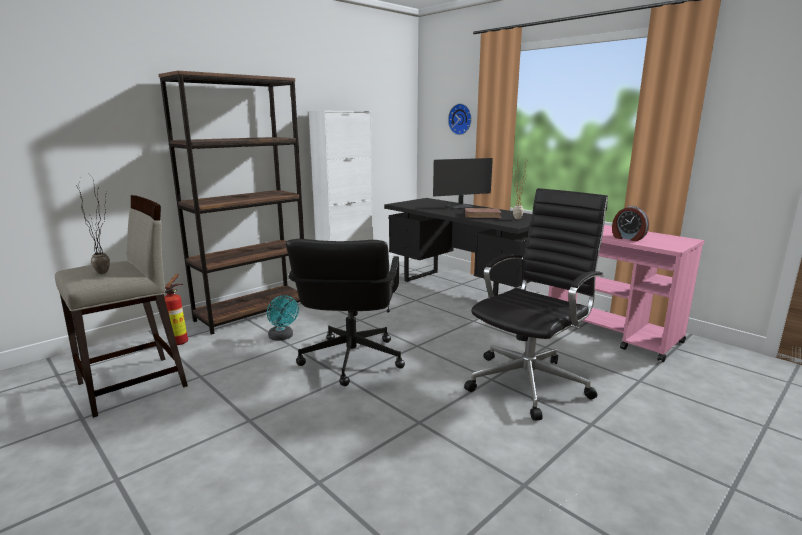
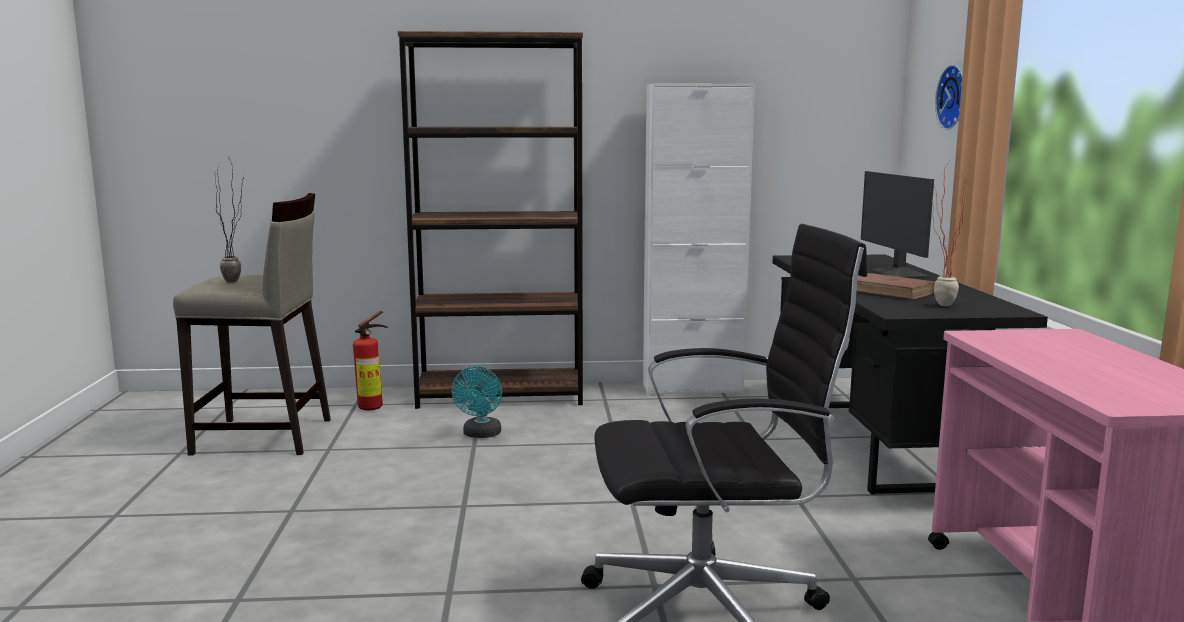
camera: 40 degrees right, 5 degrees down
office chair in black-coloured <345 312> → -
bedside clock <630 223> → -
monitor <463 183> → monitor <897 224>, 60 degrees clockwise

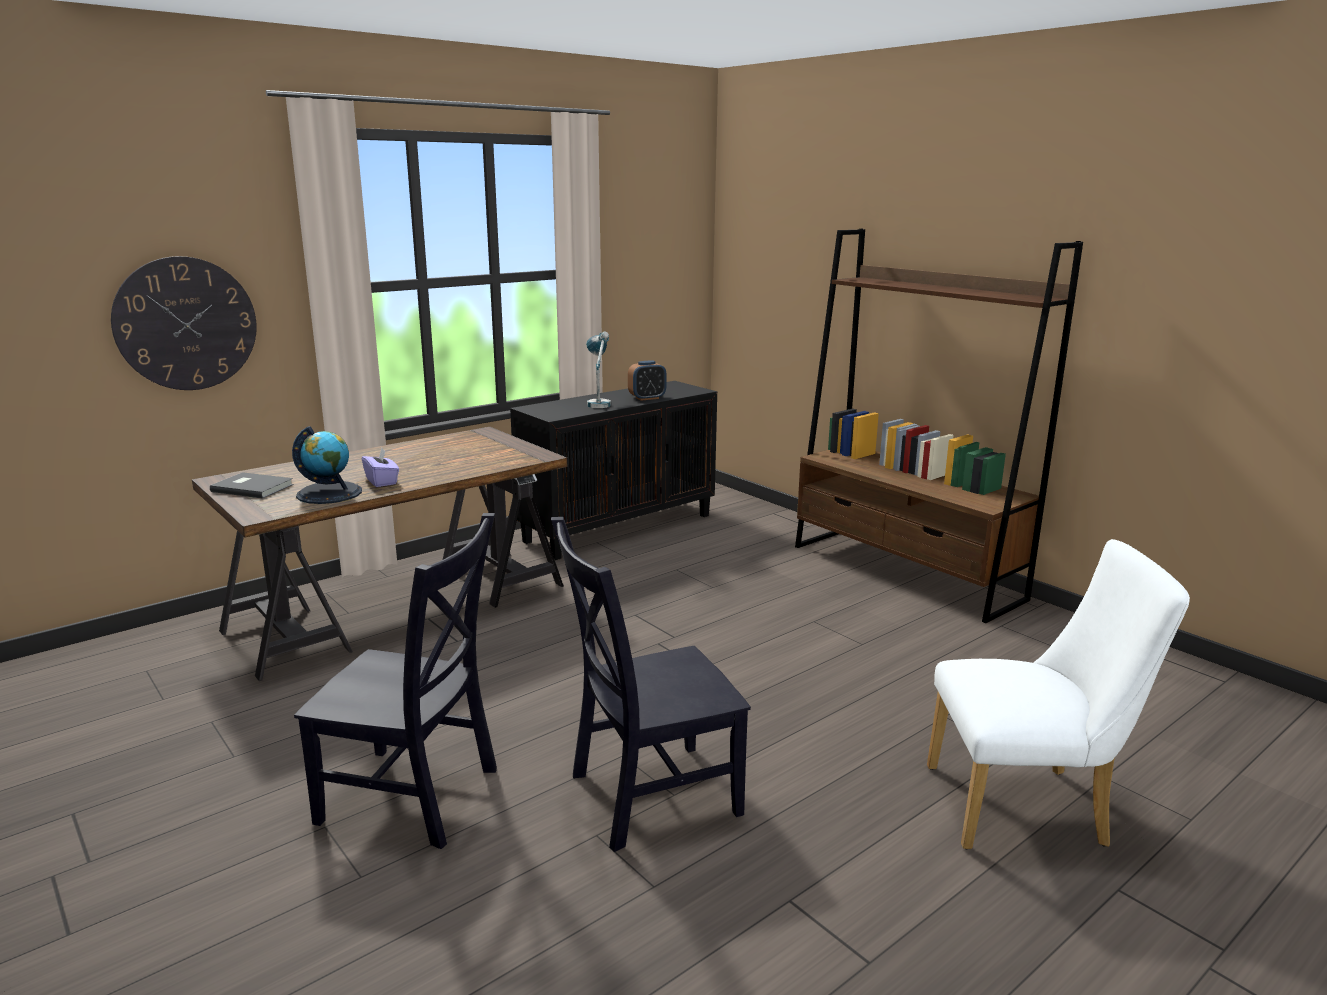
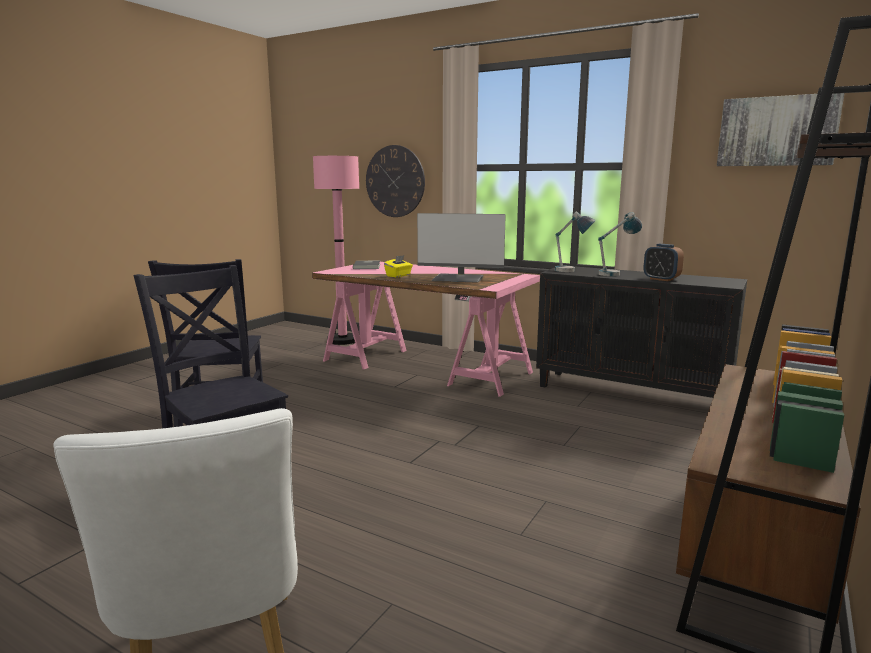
camera: 70 degrees right, 5 degrees down
globe <327 465> → -
- → standing lamp in pink-coloured <336 250>
- → monitor <461 248>
- → tabletop lamp <575 242>
- → picture <781 129>
desk in brown <379 554> → desk in pink-coloured <426 329>
tissue box in purple-coloured <380 467> → tissue box in yellow-coloured <398 266>

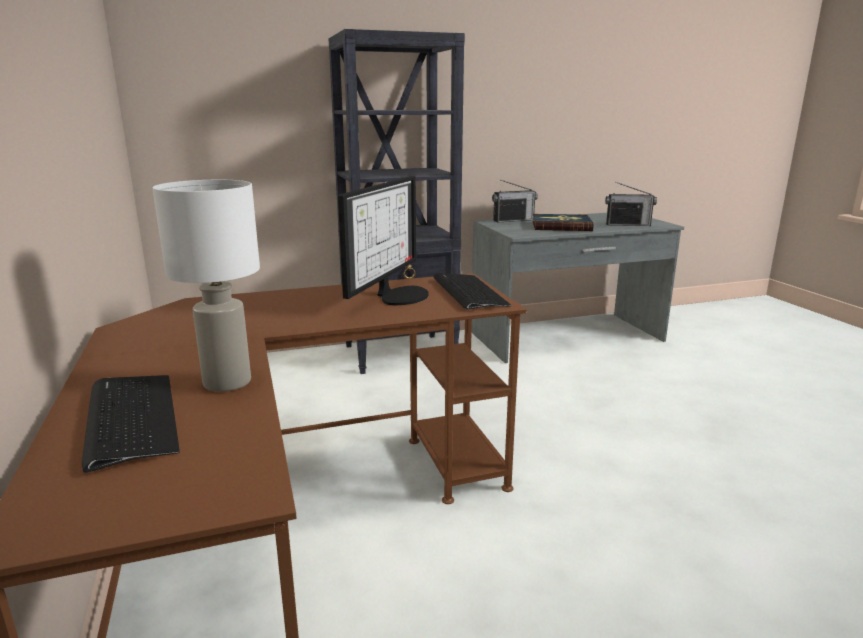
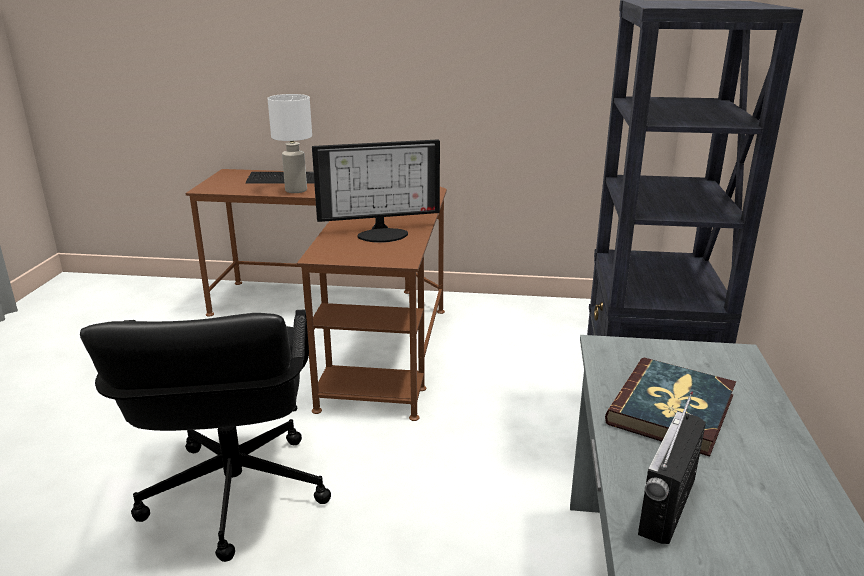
camera: 115 degrees right, 5 degrees up
keyboard <472 291> → -
radio set <515 201> → -
- → office chair in black-coloured <205 435>
monitor <383 240> → monitor <376 191>, 60 degrees counterclockwise

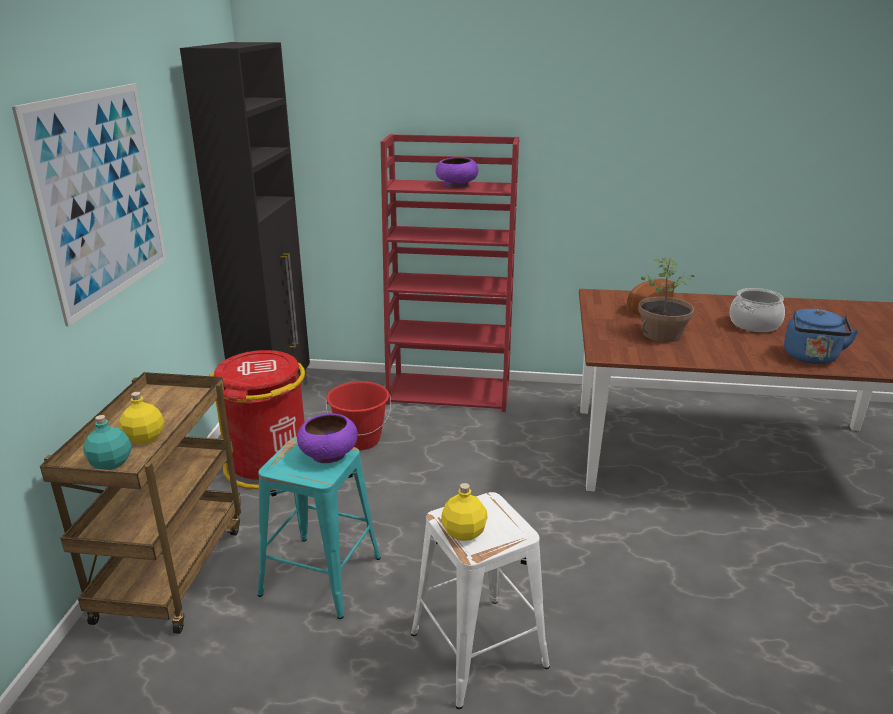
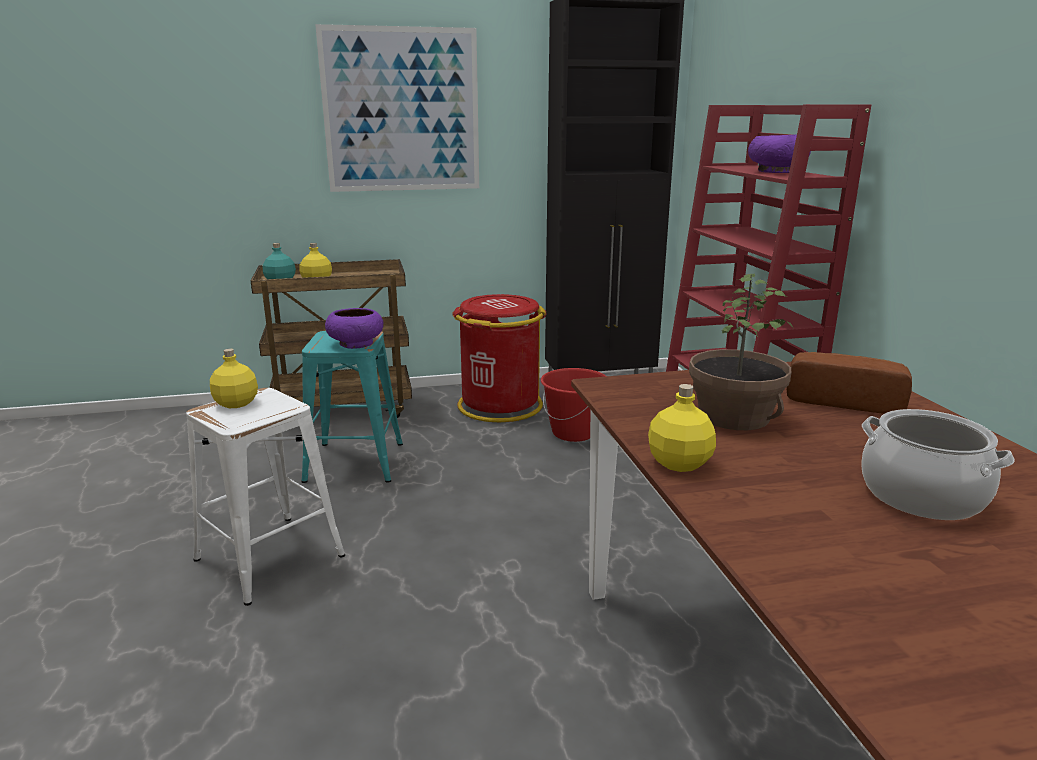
camera: 70 degrees right, 5 degrees down
tea kettle in blue-coloured <821 336> → -
- → bottle in yellow-coloured <682 428>

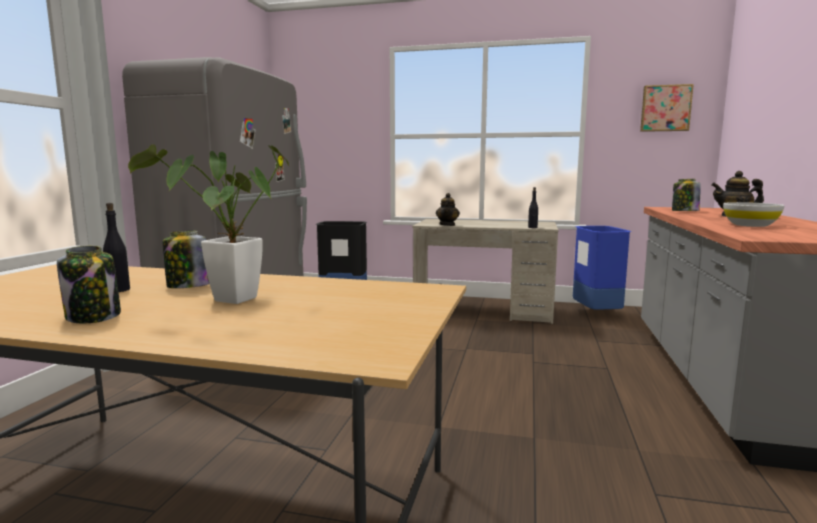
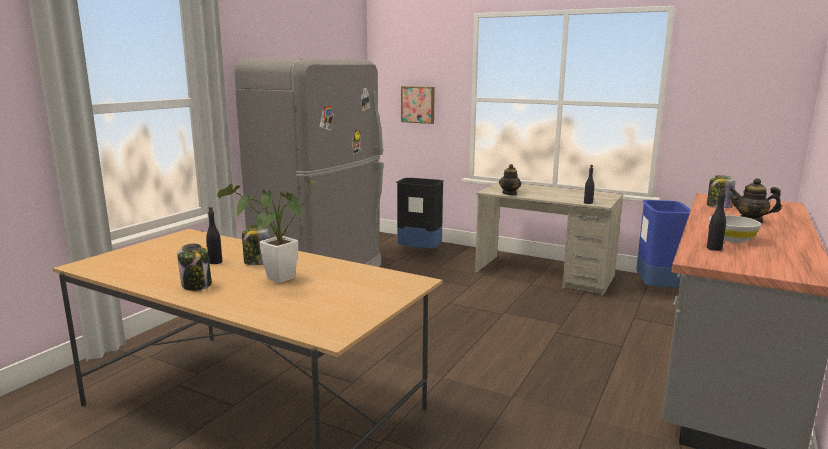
camera: 15 degrees right, 5 degrees up
- → bottle in black-coloured <716 219>
picture <667 108> → picture <418 105>, shifted

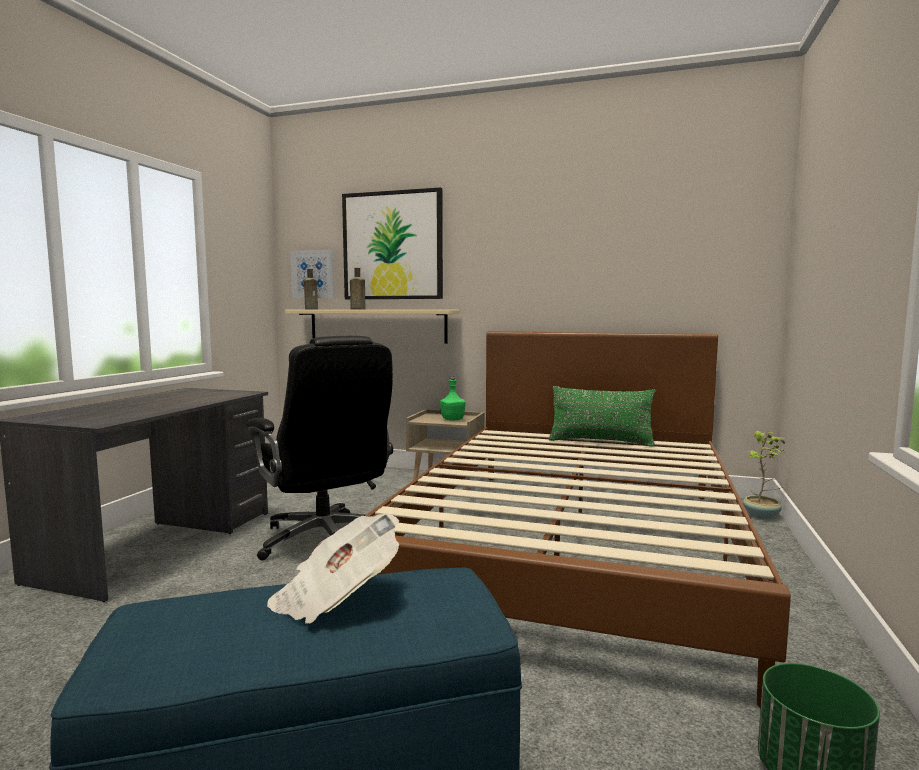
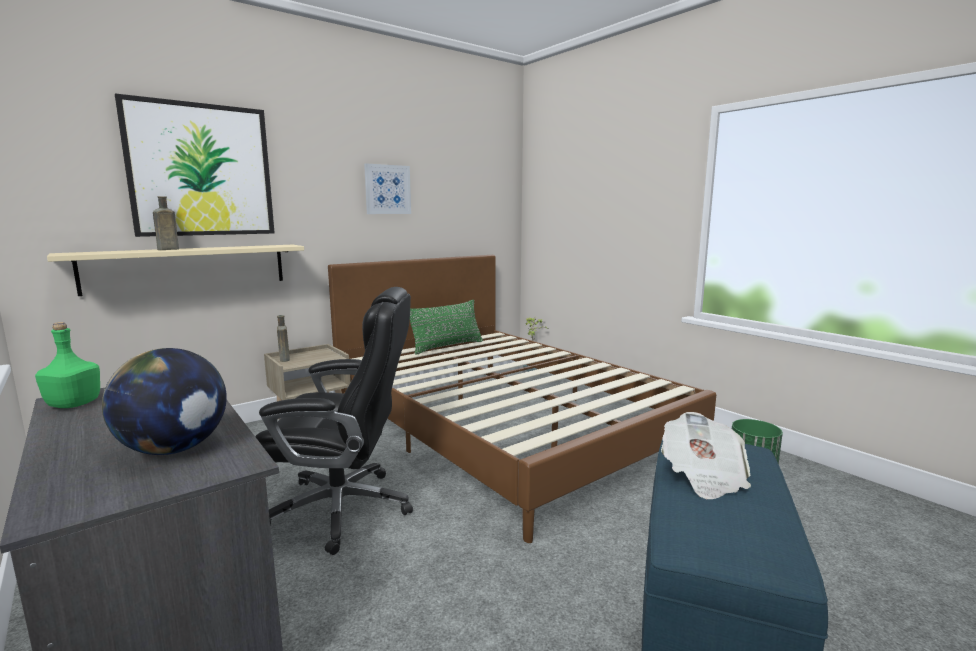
camera: 55 degrees left, 5 degrees up
- → globe <164 401>
picture <312 274> → picture <387 189>, shifted
bottle in brown <311 289> → bottle in brown <283 338>, shifted
bottle in green-coloured <452 398> → bottle in green-coloured <67 365>, shifted

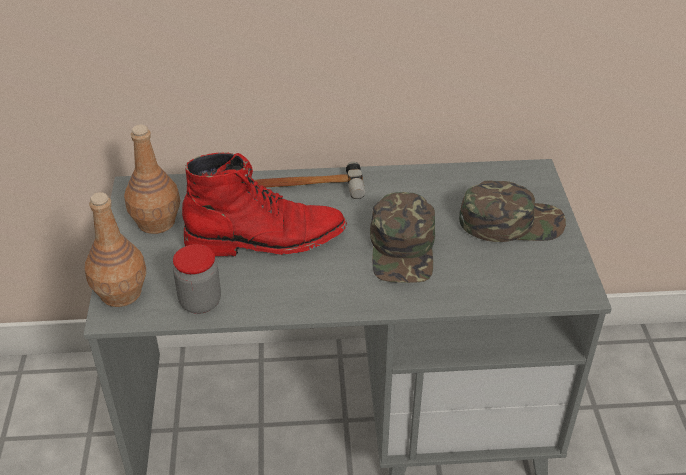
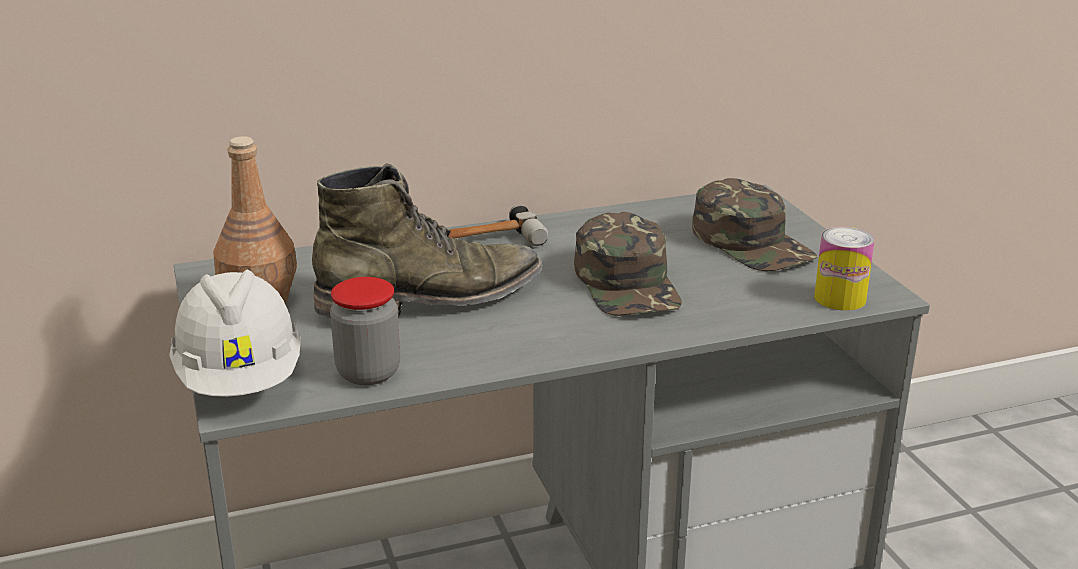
camera: 15 degrees left, 15 degrees down
- → metal can <844 269>
bottle in brown <115 249> → work helmet in white-coloured <235 333>
boot in red-coloured <264 204> → boot in green-coloured <427 240>
baseball cap in green-coloured <512 211> → baseball cap in green-coloured <754 224>, 75 degrees clockwise

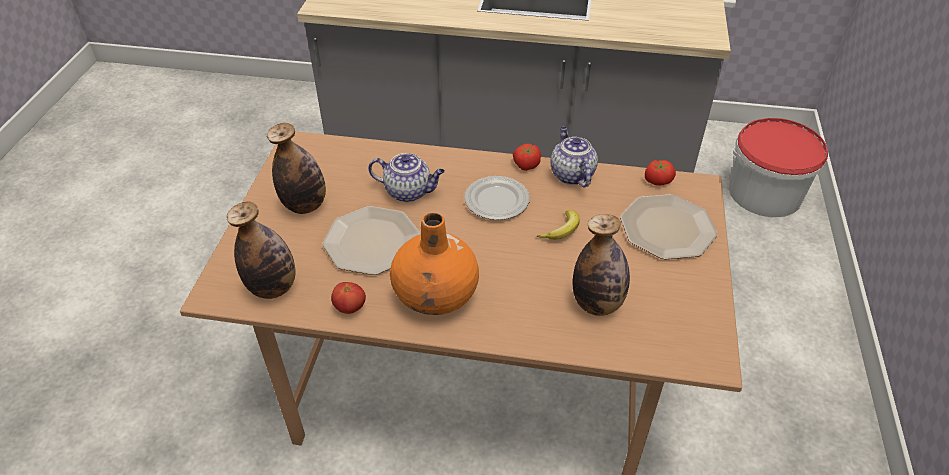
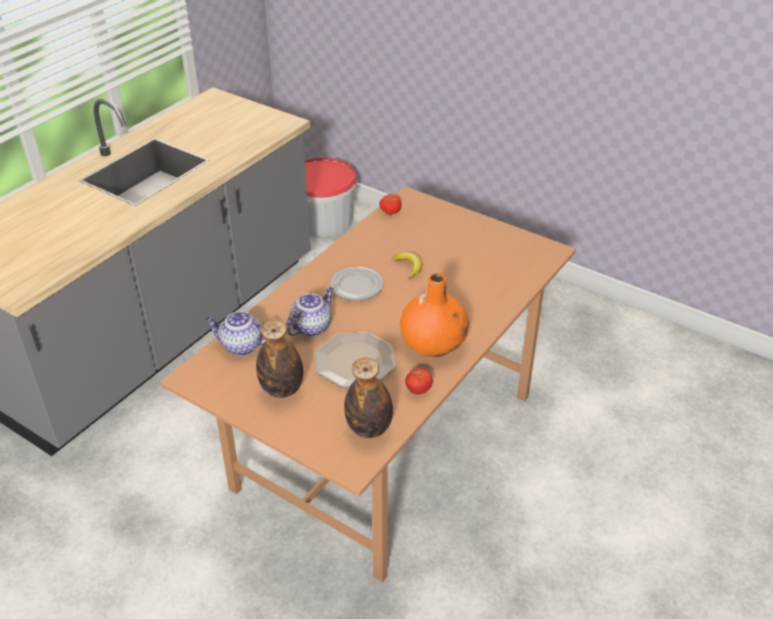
camera: 65 degrees left, 5 degrees down
whole tomato <527 157> → -
bottle <601 265> → -
dinner plate <668 227> → -
tea pot <574 157> → tea pot <235 333>, shifted

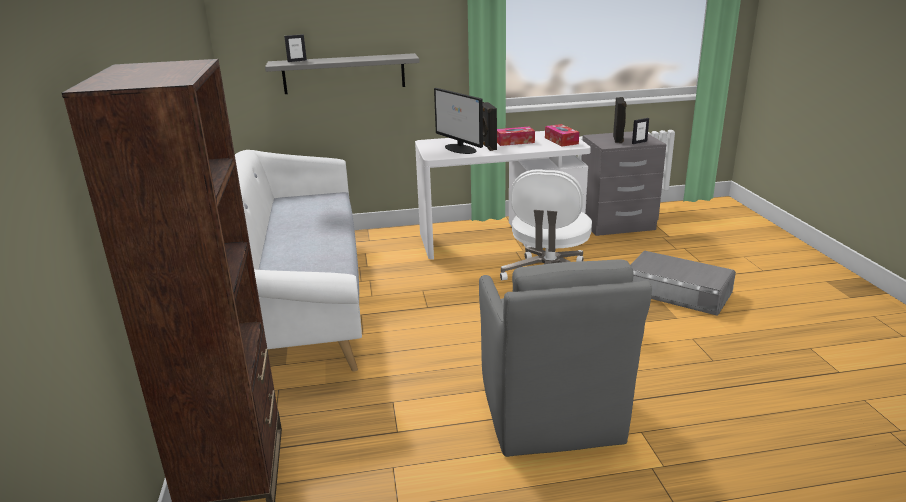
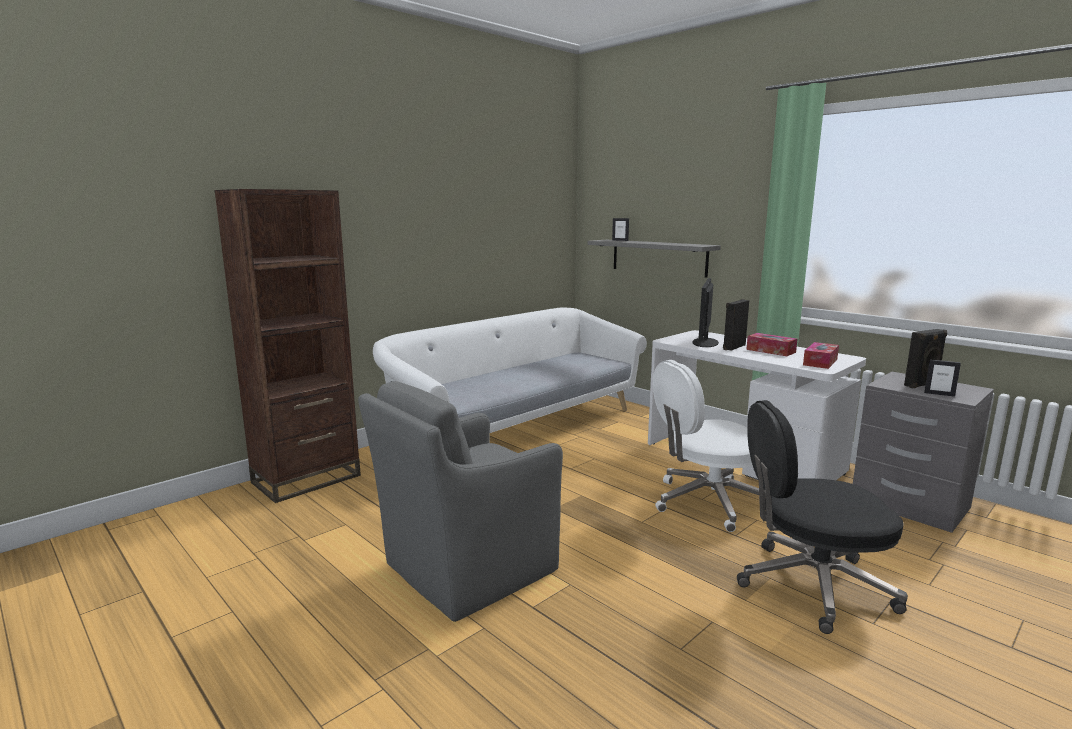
camera: 55 degrees right, 10 degrees down
storage box in gray <683 283> → office chair in black-coloured <822 517>

